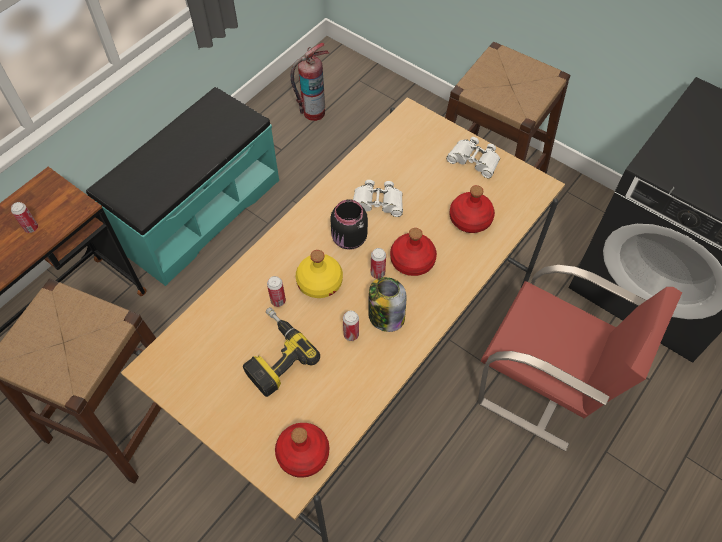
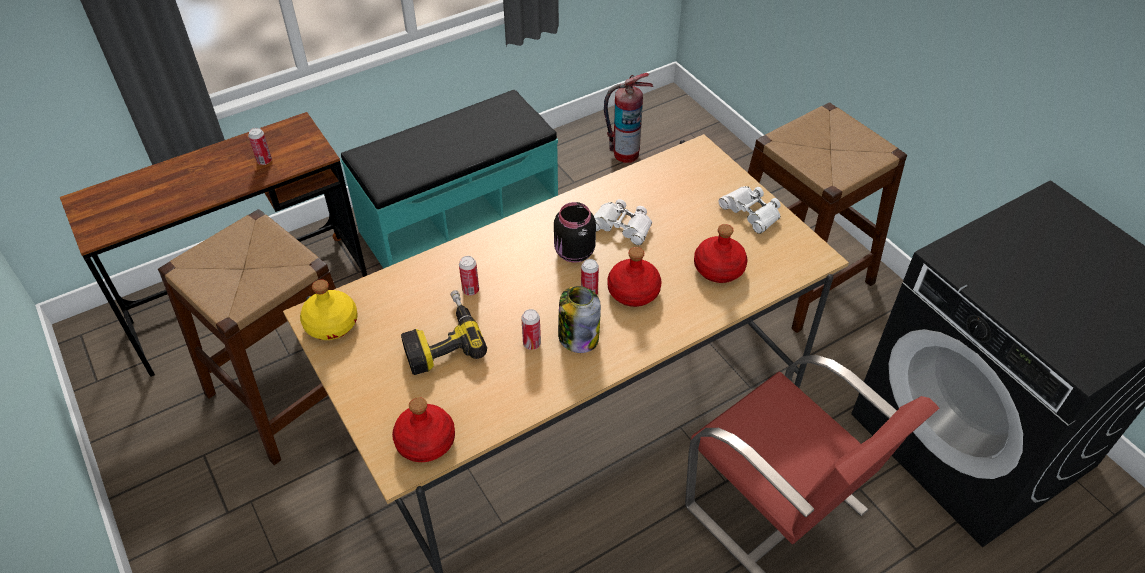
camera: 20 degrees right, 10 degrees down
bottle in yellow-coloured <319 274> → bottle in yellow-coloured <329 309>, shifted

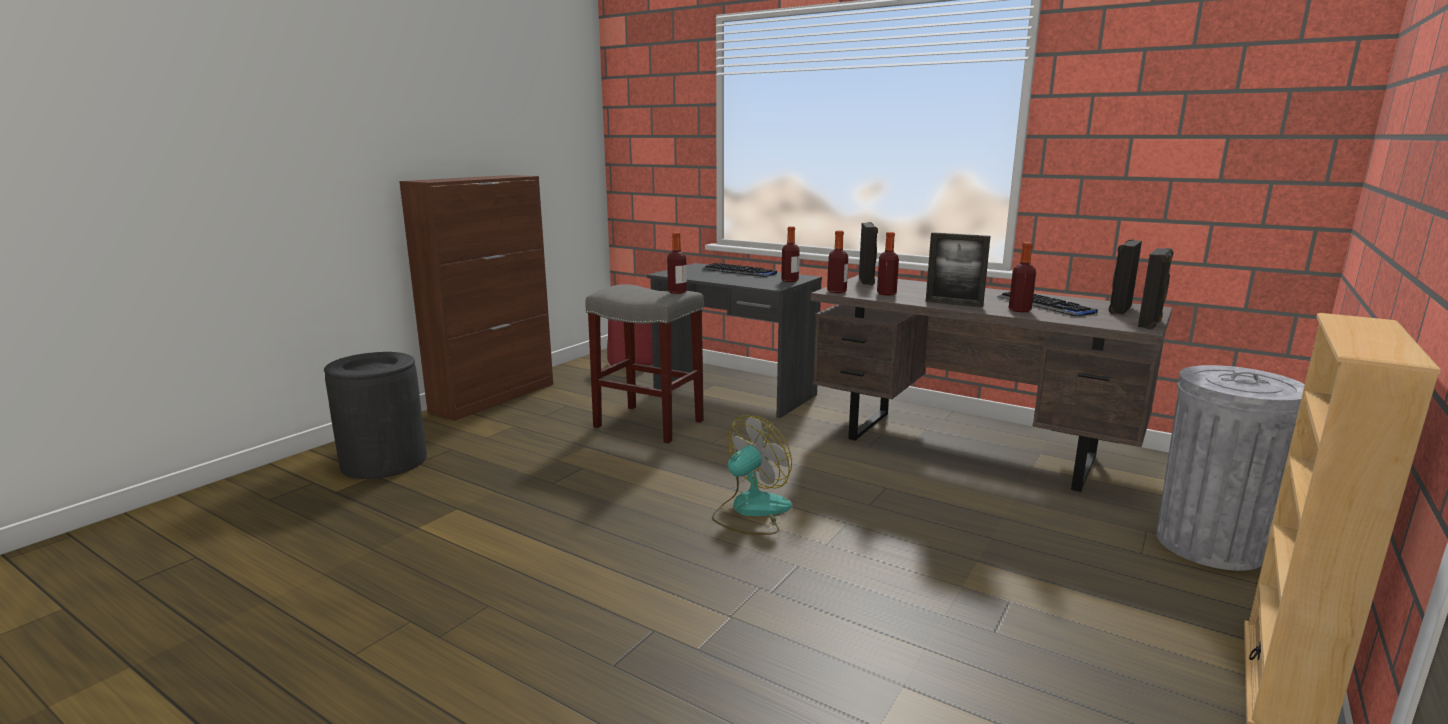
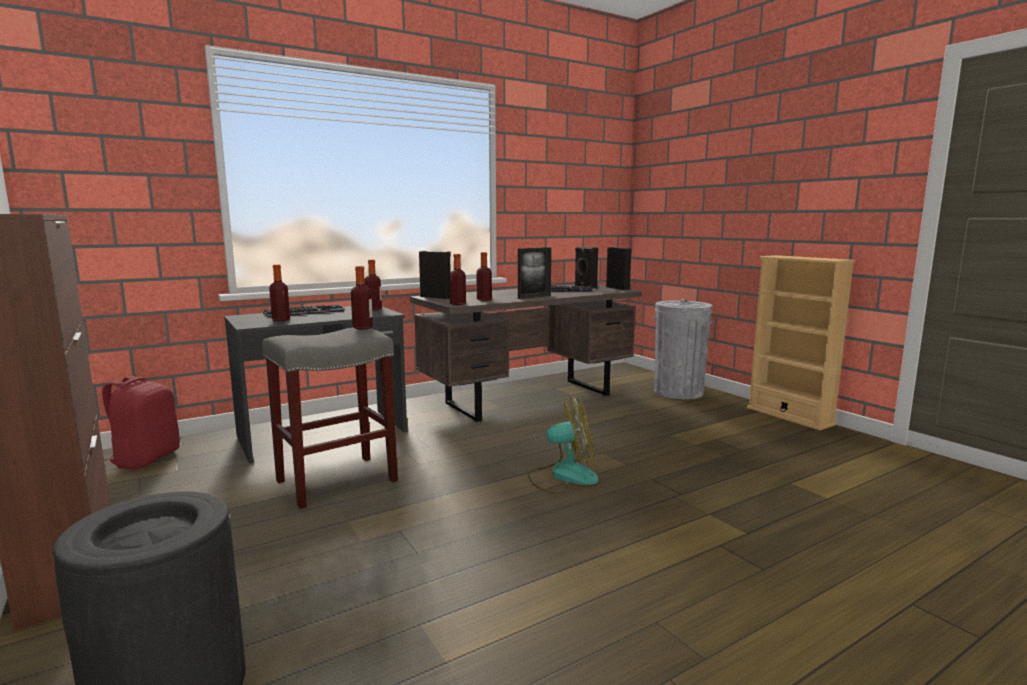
camera: 65 degrees left, 5 degrees down
bottle <1022 277> → bottle <279 292>, shifted
fan <752 475> → fan <563 445>, 105 degrees clockwise

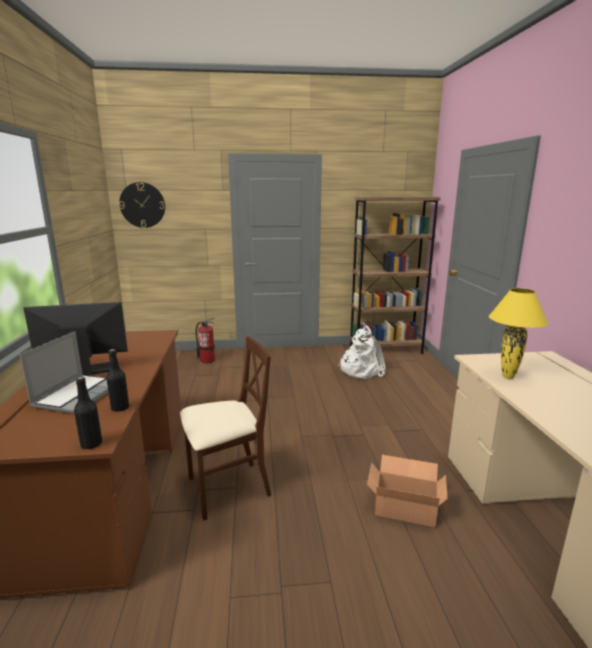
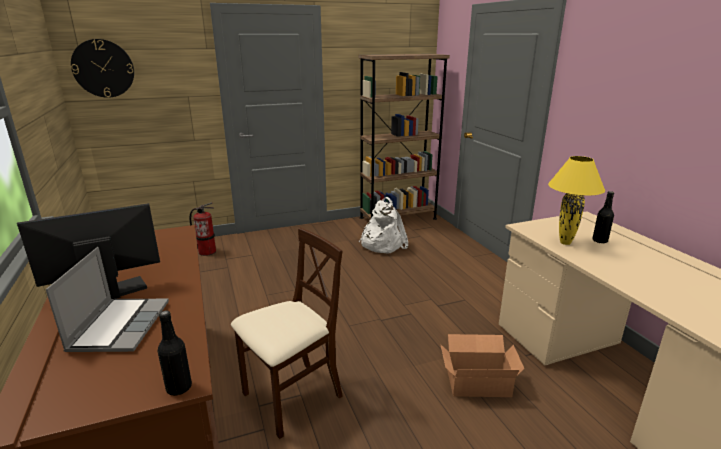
camera: 15 degrees left, 5 degrees up
bottle in black-coloured <117 380> → bottle in black-coloured <603 217>, shifted

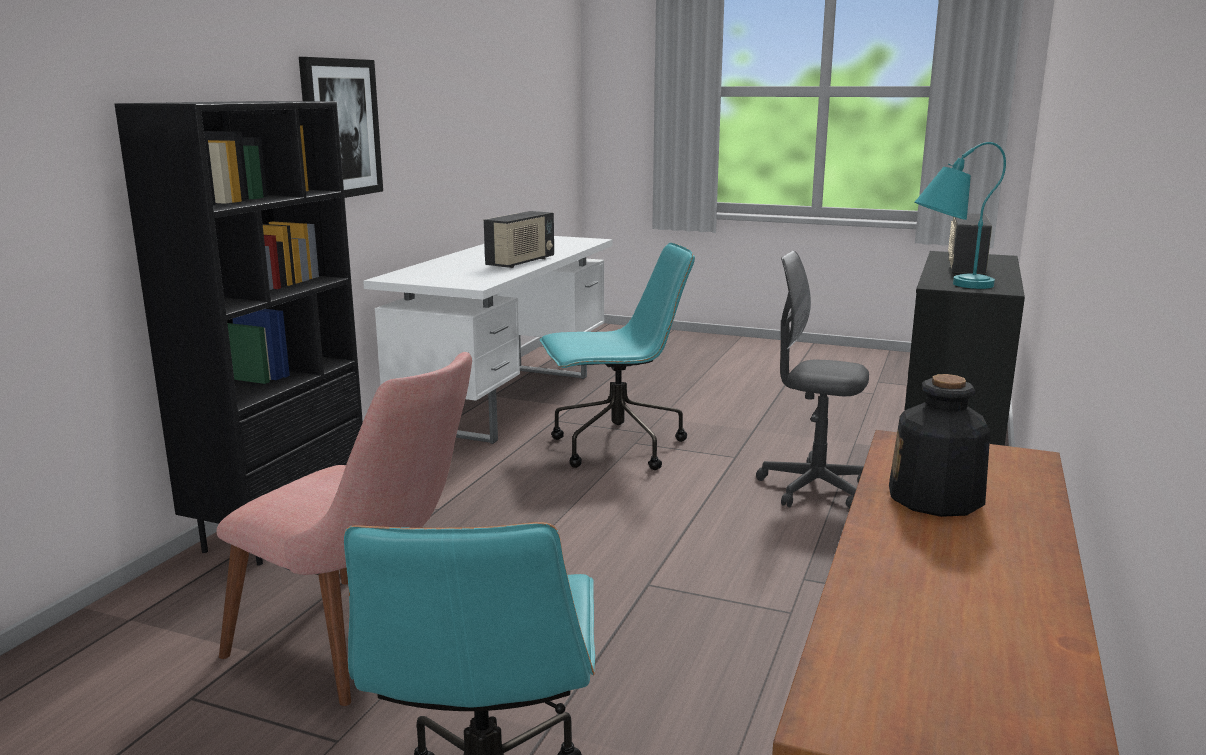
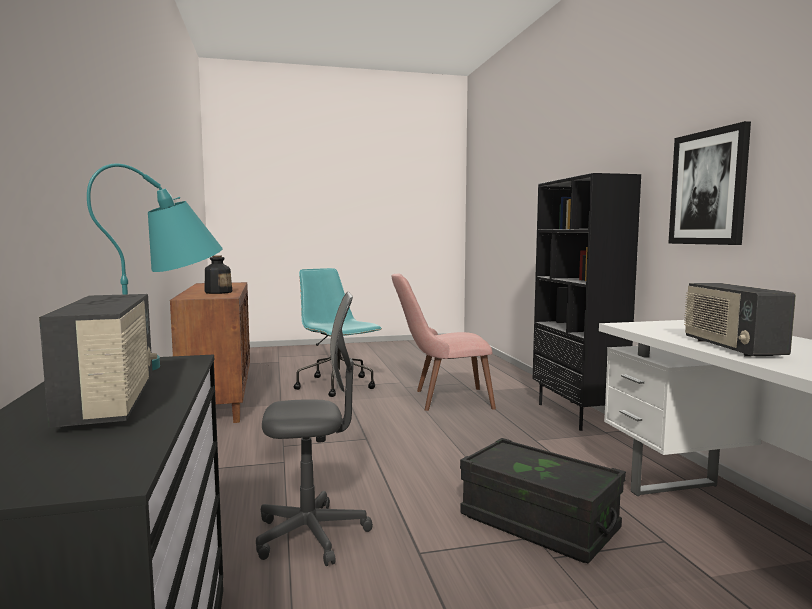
camera: 145 degrees right, 10 degrees down
office chair in turquoise <617 356> → storage box in black-coloured <543 500>

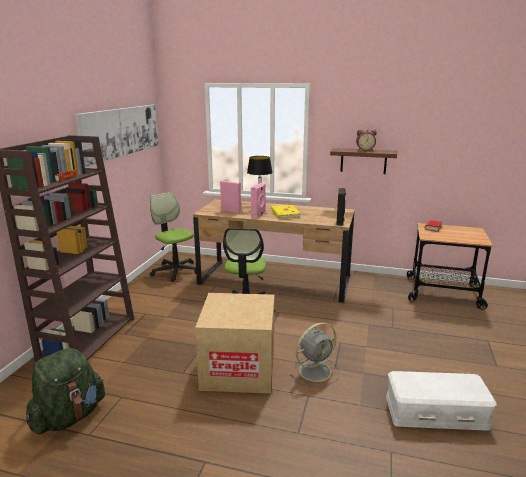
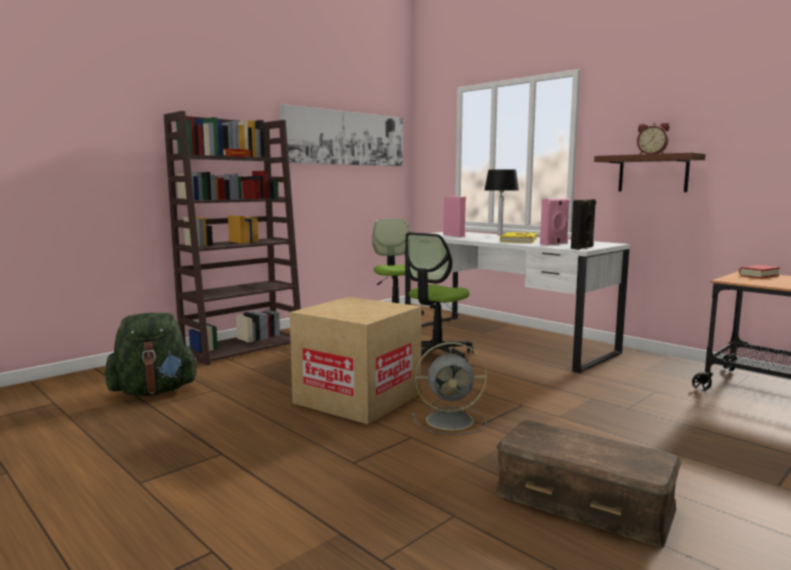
camera: 30 degrees right, 10 degrees down
loudspeaker in pink-coloured <258 201> → loudspeaker in pink-coloured <555 221>, shifted
desk in brown <274 251> → desk in white-coloured <517 302>
storage box in white-coloured <441 401> → storage box in brown <589 483>

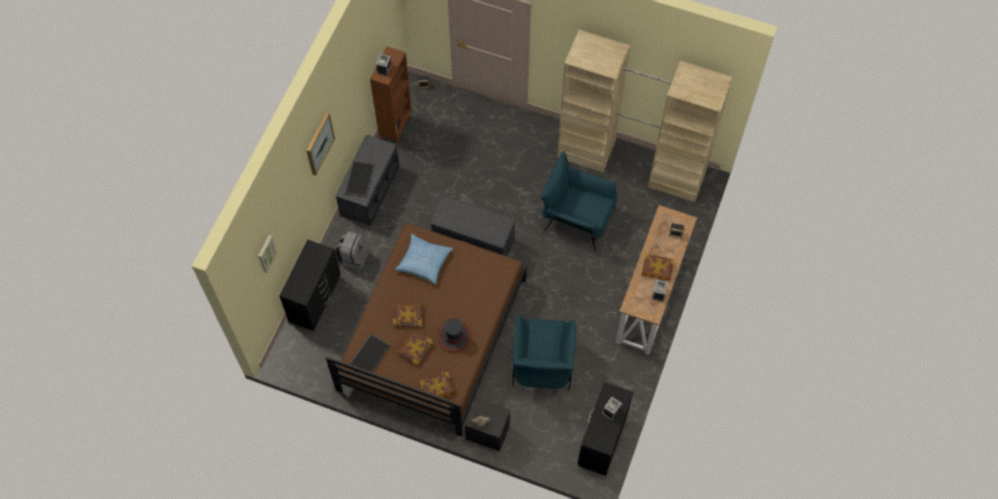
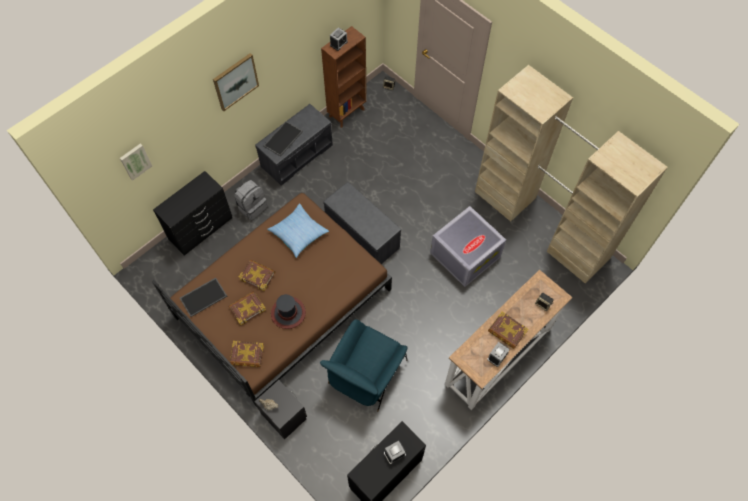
camera: 25 degrees right, 0 degrees up
armchair in blue-coloured <579 201> → storage box in gray <468 246>

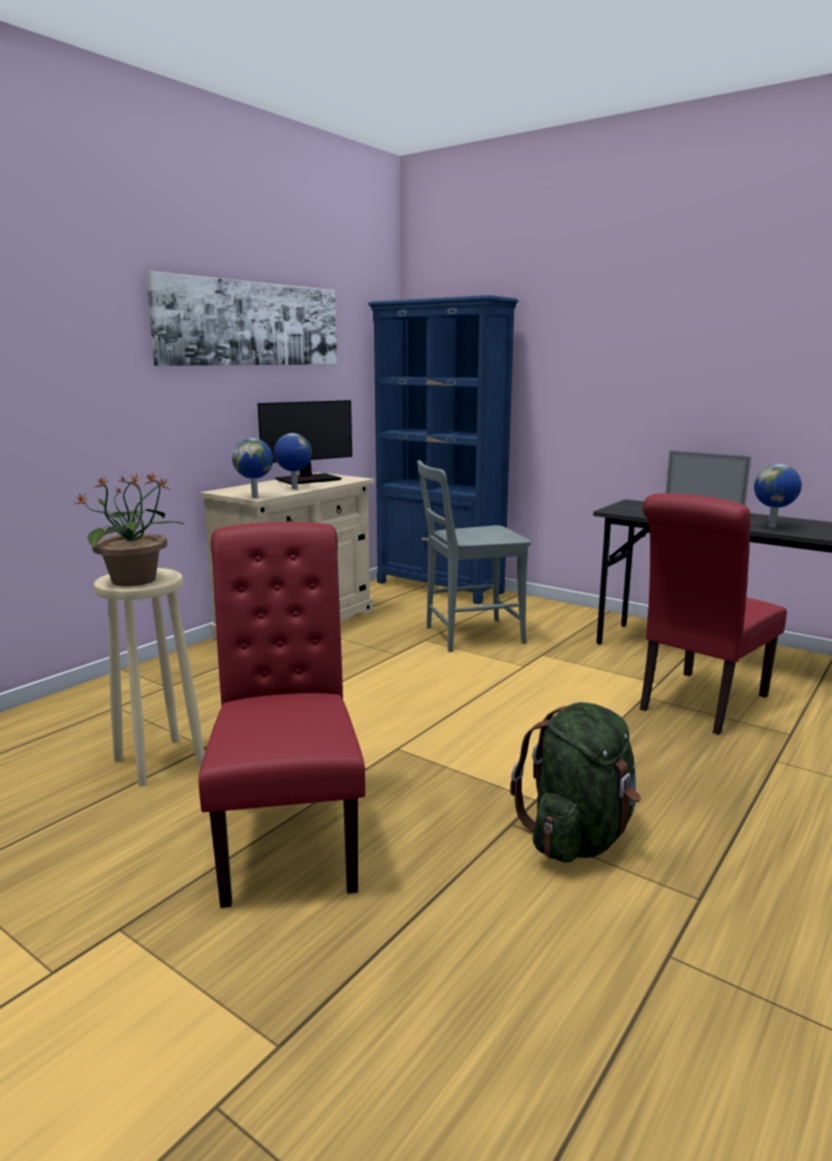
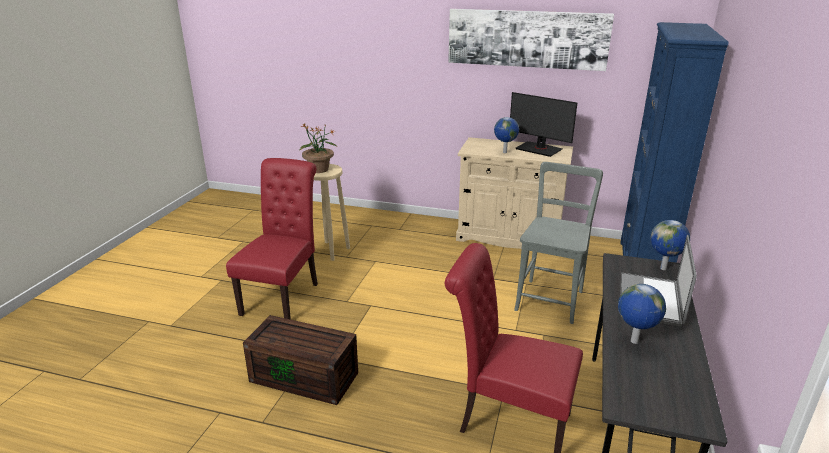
camera: 70 degrees right, 10 degrees up
globe <252 468> → globe <670 245>, shifted
knapsack in green-coloured <575 782> → storage box in brown <300 360>
chair in red-coloured <281 715> → chair in red-coloured <272 239>, 45 degrees counterclockwise
chair in gray <474 556> → chair in gray <558 243>, 60 degrees clockwise

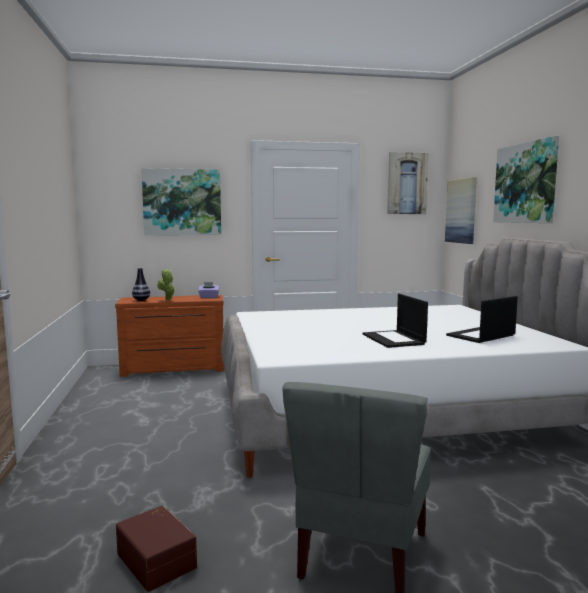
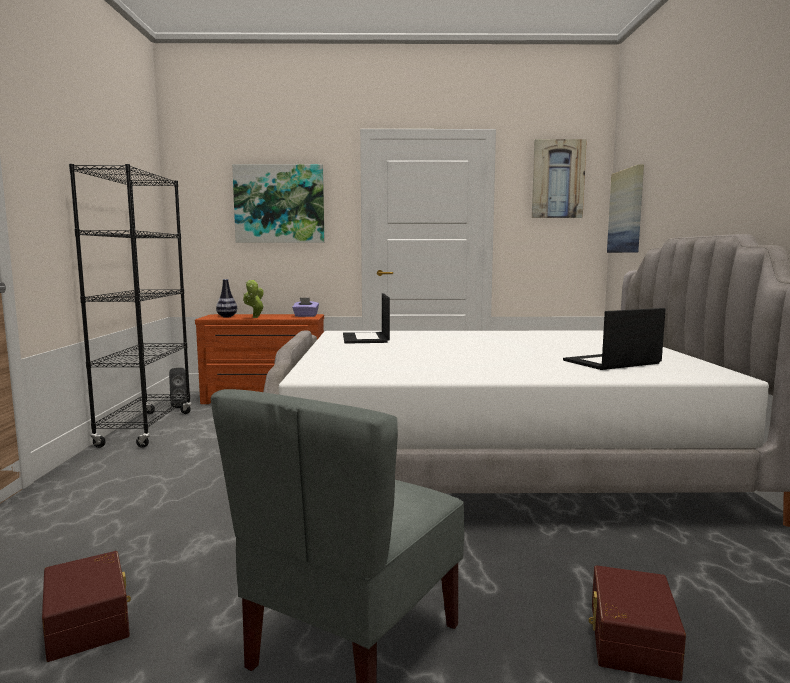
camera: 10 degrees right, 0 degrees up
picture <526 179> → -
- → bookcase in black-coloured <130 306>
- → loudspeaker in black-coloured <178 388>
- → storage box in brown <637 623>
laptop <395 321> → laptop <366 318>, shifted

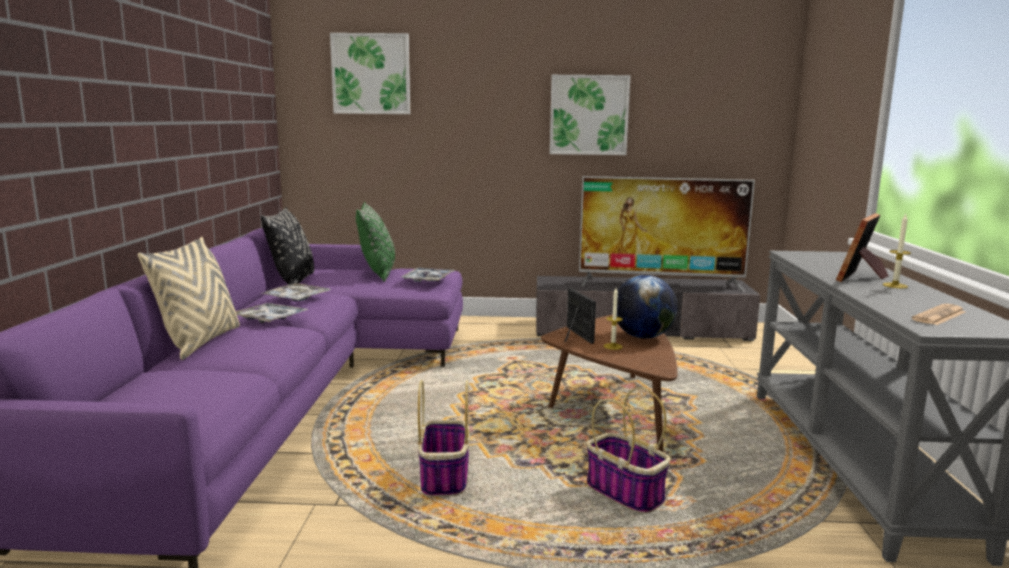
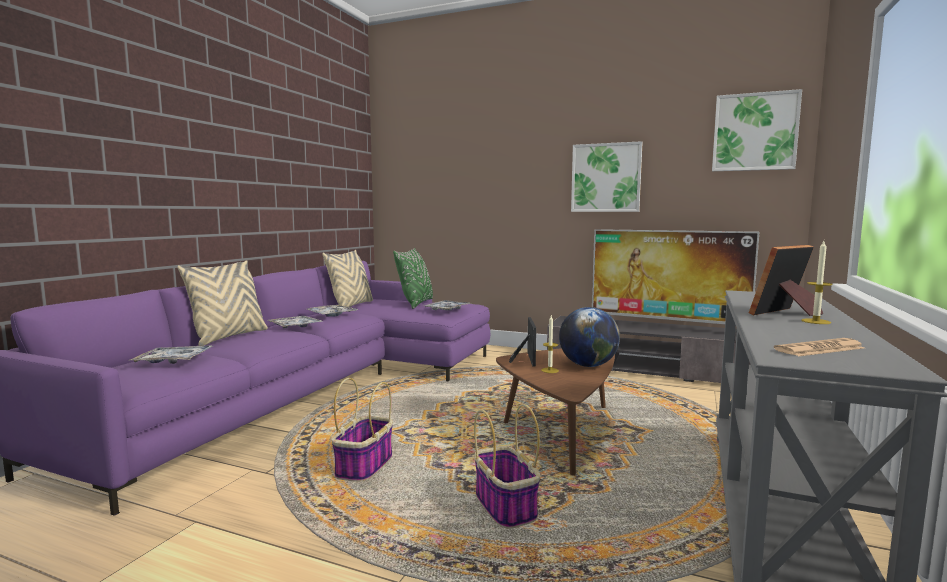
camera: 20 degrees right, 5 degrees down
- → serving tray <171 355>
picture <370 73> → picture <757 130>, shifted
cushion in black-coloured <287 246> → cushion in beige <347 279>

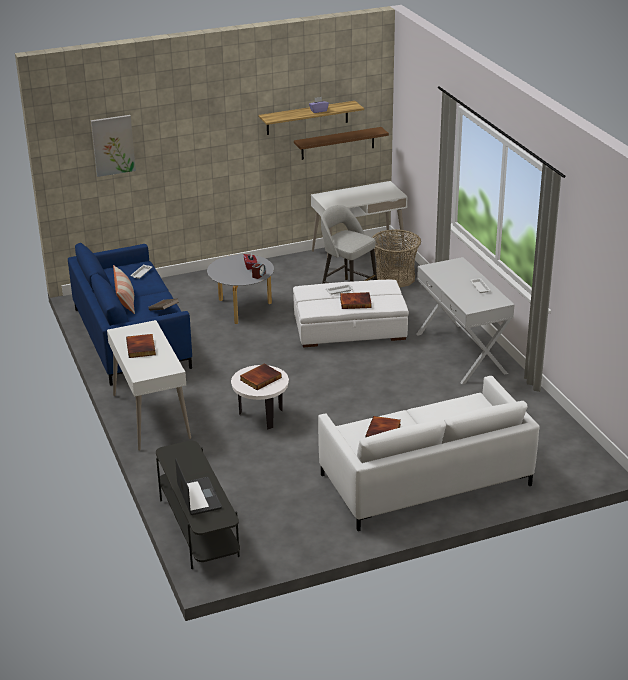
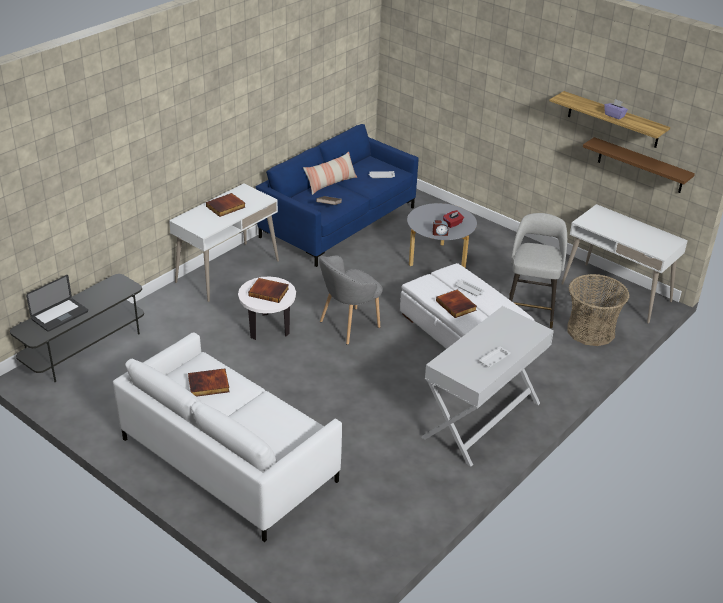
camera: 60 degrees right, 5 degrees up
picture <113 146> → -
- → armchair in gray <351 300>

